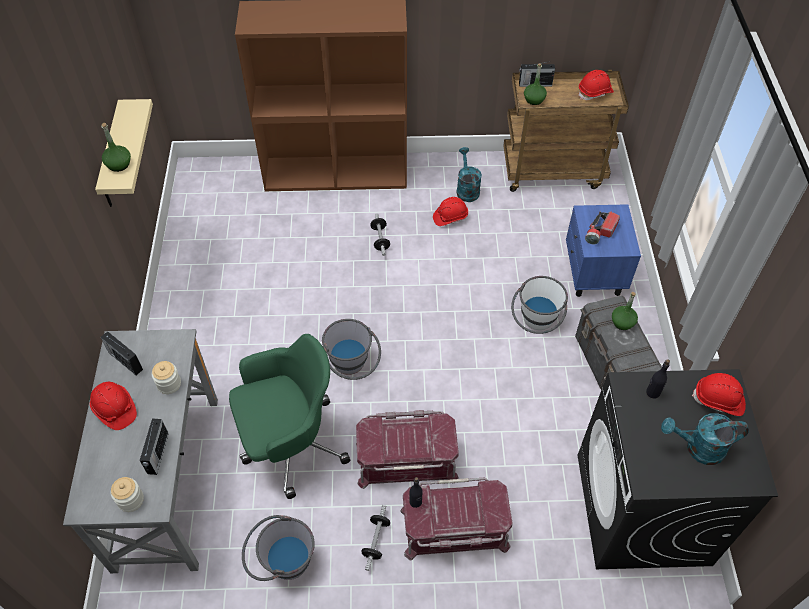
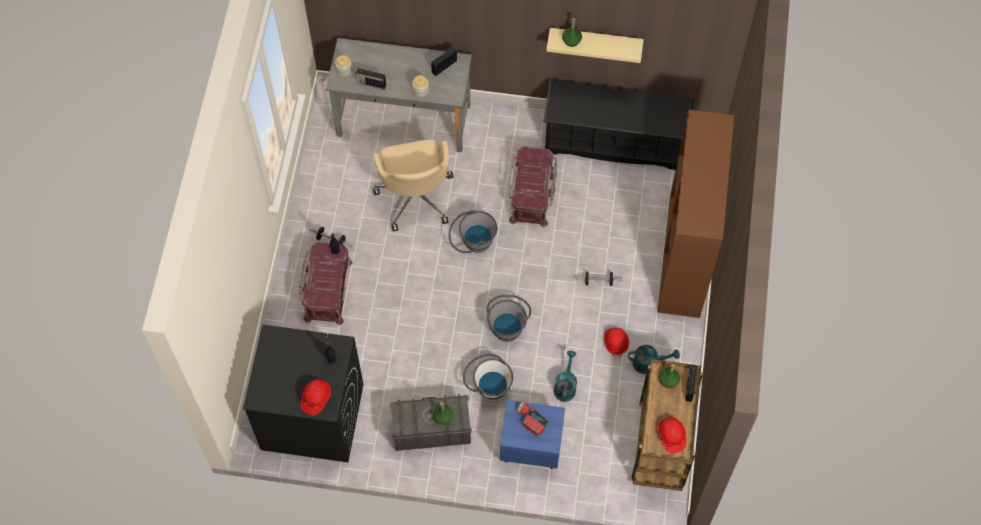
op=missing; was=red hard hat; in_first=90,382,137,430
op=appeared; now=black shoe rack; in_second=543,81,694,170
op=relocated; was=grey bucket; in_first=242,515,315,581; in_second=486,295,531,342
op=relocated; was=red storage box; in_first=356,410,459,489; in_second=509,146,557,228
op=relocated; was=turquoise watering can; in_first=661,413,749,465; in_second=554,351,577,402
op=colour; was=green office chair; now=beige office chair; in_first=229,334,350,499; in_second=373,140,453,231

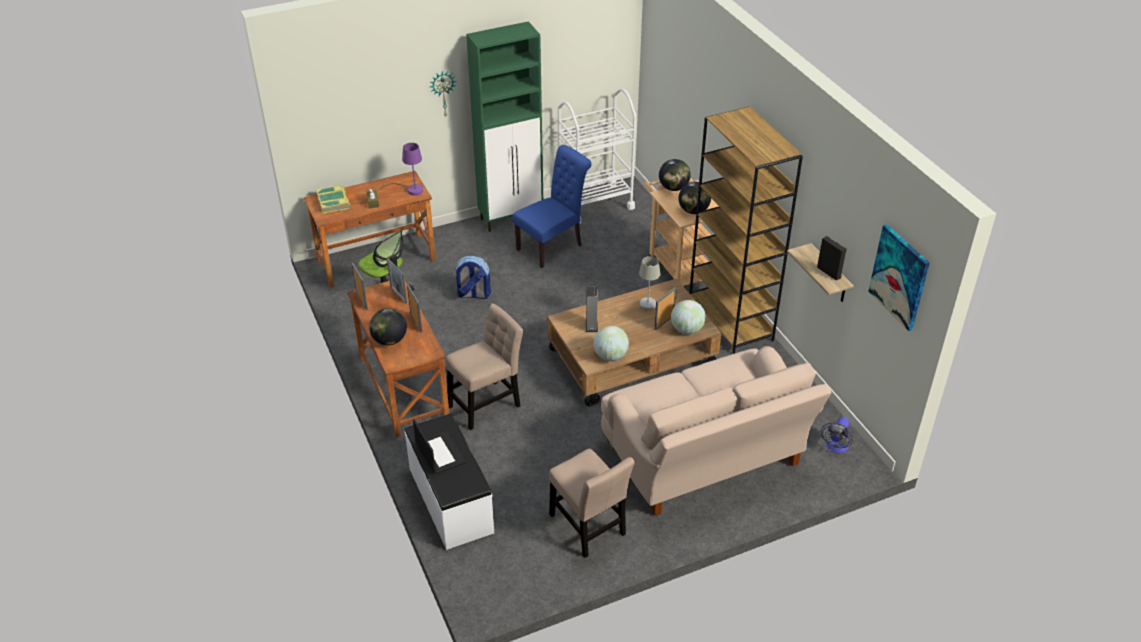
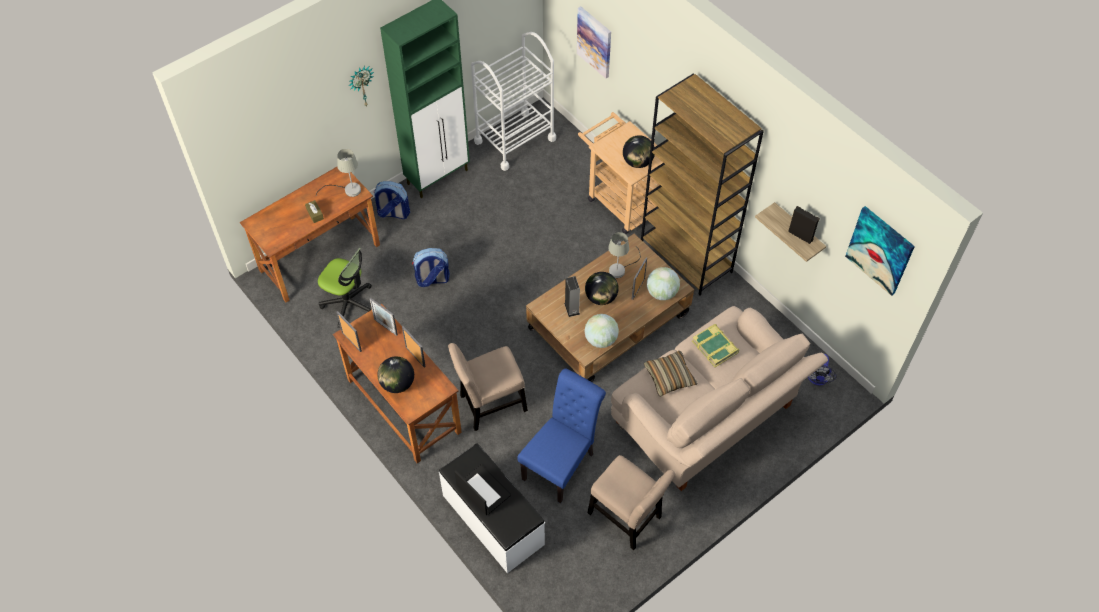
op=appeared; now=backpack; in_second=373,181,410,219
op=appeared; now=picture; in_second=577,6,611,78
op=appeared; now=pillow; in_second=644,351,697,397
op=relocated; was=book; in_first=316,185,351,214; in_second=692,324,739,367
op=relocated; was=blue chair; in_first=512,145,592,268; in_second=517,369,606,503
op=relocated; was=globe; in_first=659,159,691,191; in_second=585,272,619,305
op=colour; was=purple table lamp; now=grey table lamp; in_first=382,143,423,196; in_second=316,149,361,197
op=spun; was=beige chair; in_first=446,304,523,430; in_second=448,343,528,431; clockwise=-150

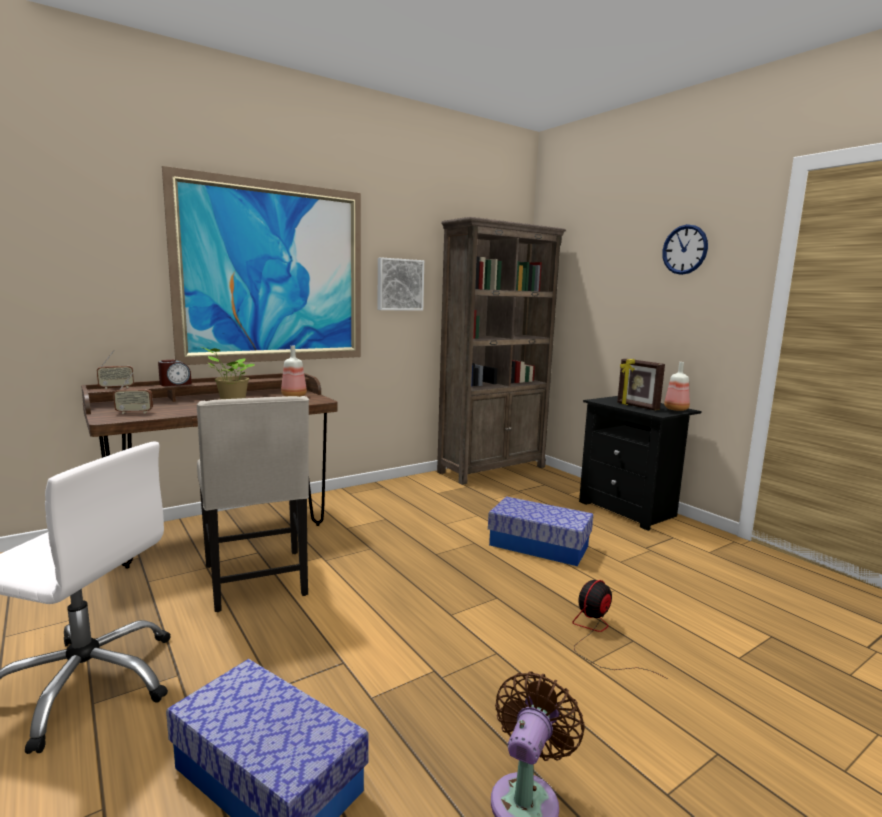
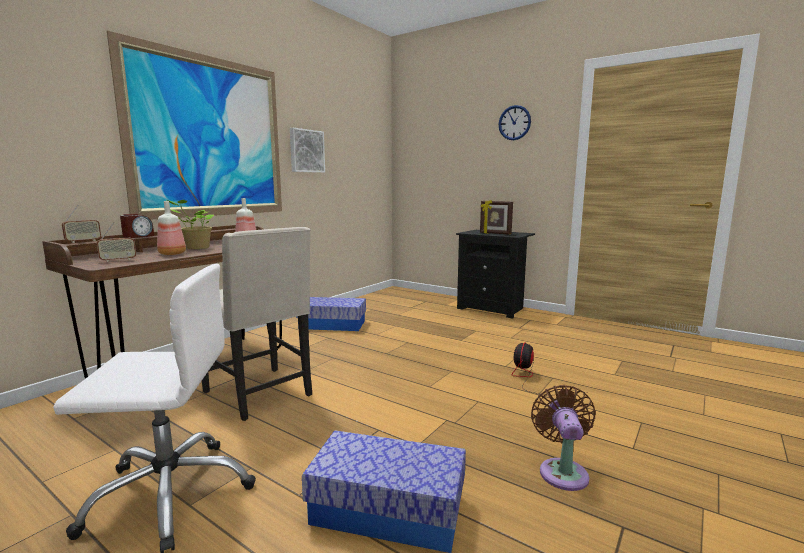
op=missing; was=brown bookcase; in_first=437,217,566,485
op=relocated; was=storage box; in_first=488,496,593,566; in_second=296,297,366,331
op=relocated; was=bottle; in_first=664,362,690,411; in_second=157,201,186,255

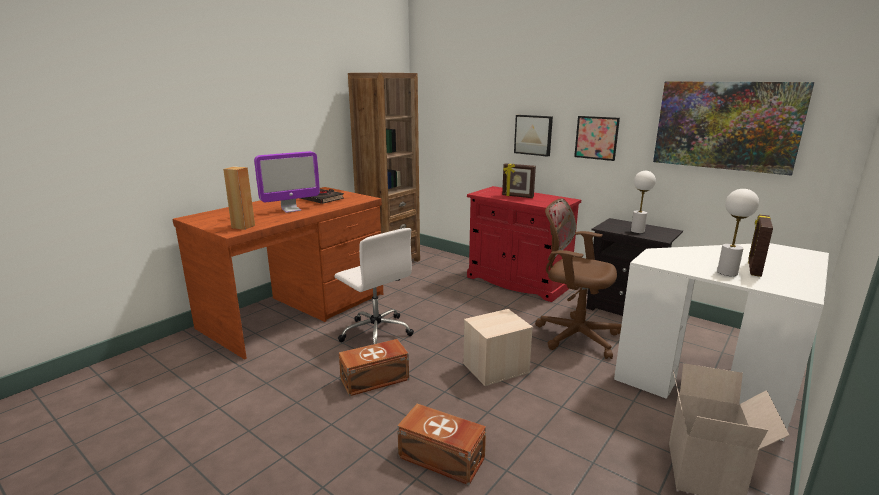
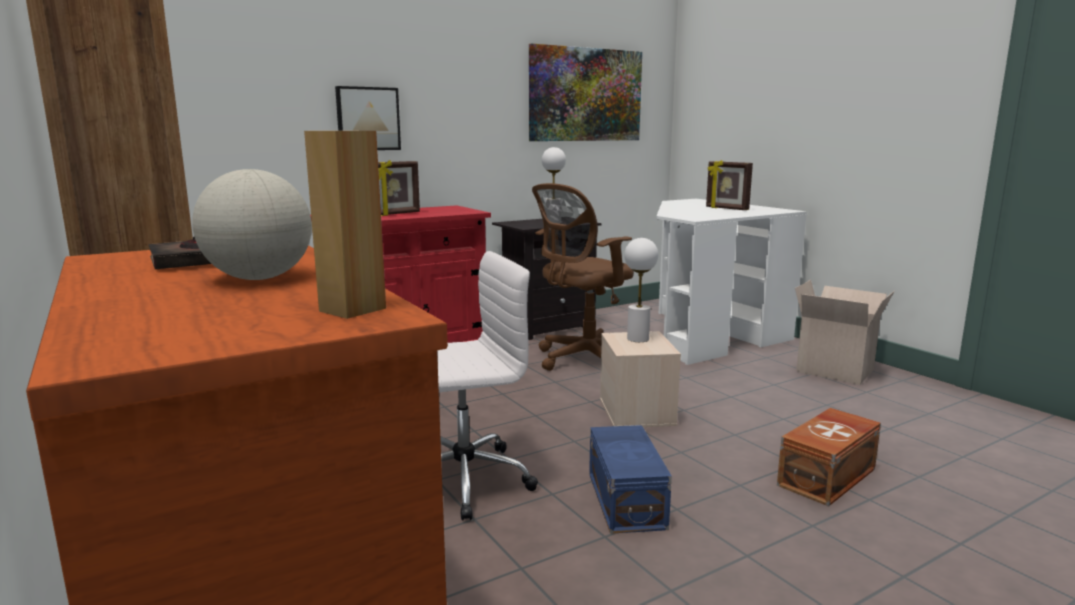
op=missing; was=picture; in_first=574,116,620,161
op=relocated; was=white table lamp; in_first=717,189,759,276; in_second=624,238,658,342
op=exchanged; was=monitor; now=globe; in_first=254,151,320,213; in_second=192,169,312,280
op=colour; was=brown storage box; now=blue storage box; in_first=339,339,409,396; in_second=589,425,672,534

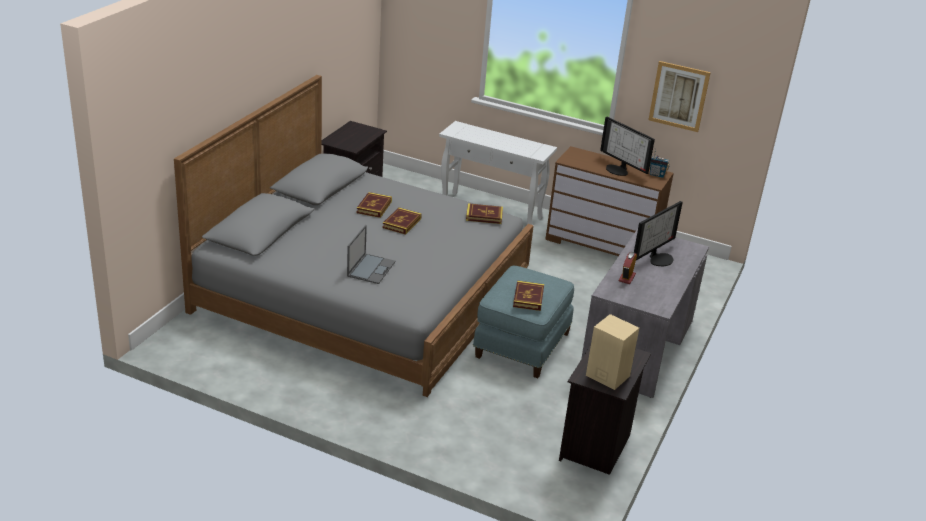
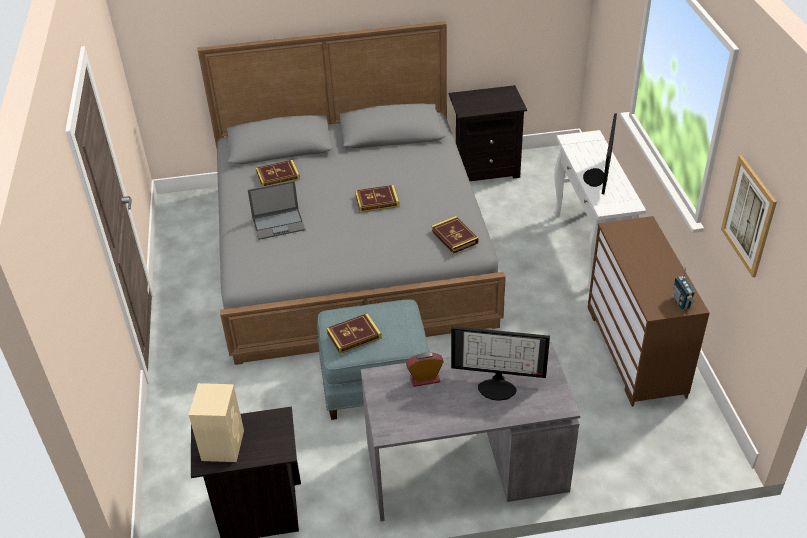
op=relocated; was=book; in_first=357,192,392,218; in_second=256,160,300,187
op=relocated; was=monitor; in_first=600,117,655,176; in_second=583,113,617,194

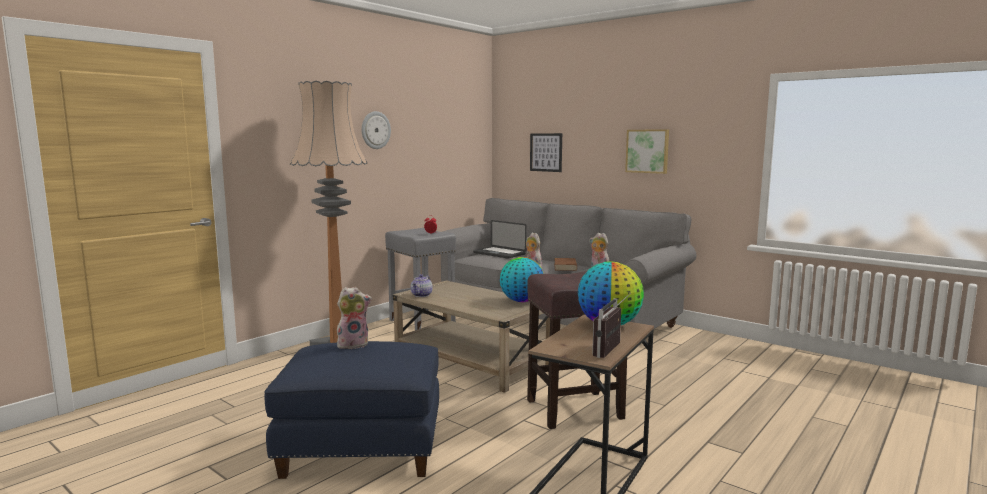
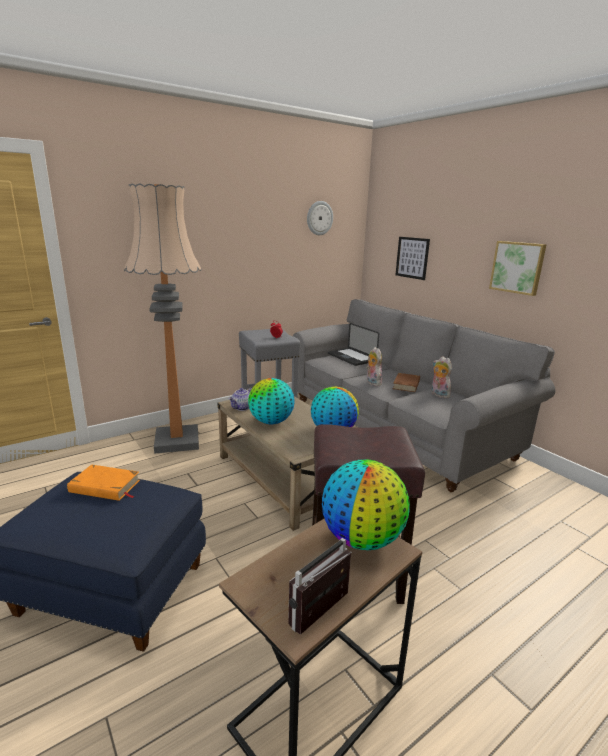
op=appeared; now=globe; in_second=248,378,295,424
op=relocated; was=wall clock; in_first=361,111,391,149; in_second=307,201,333,235
op=exchanged; was=plush toy; now=orange book; in_first=337,287,372,349; in_second=67,464,140,501

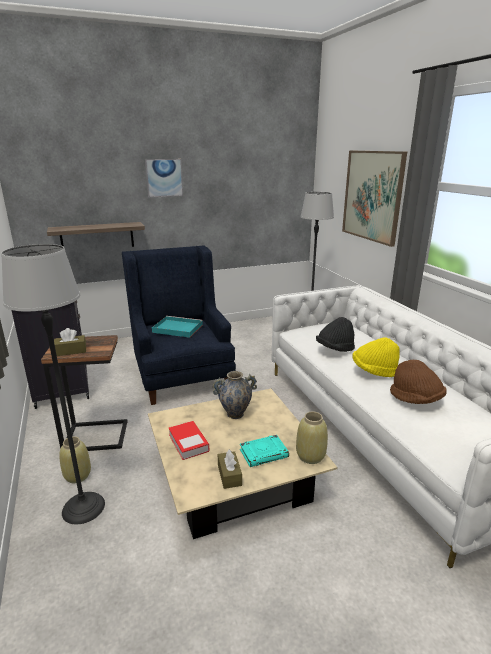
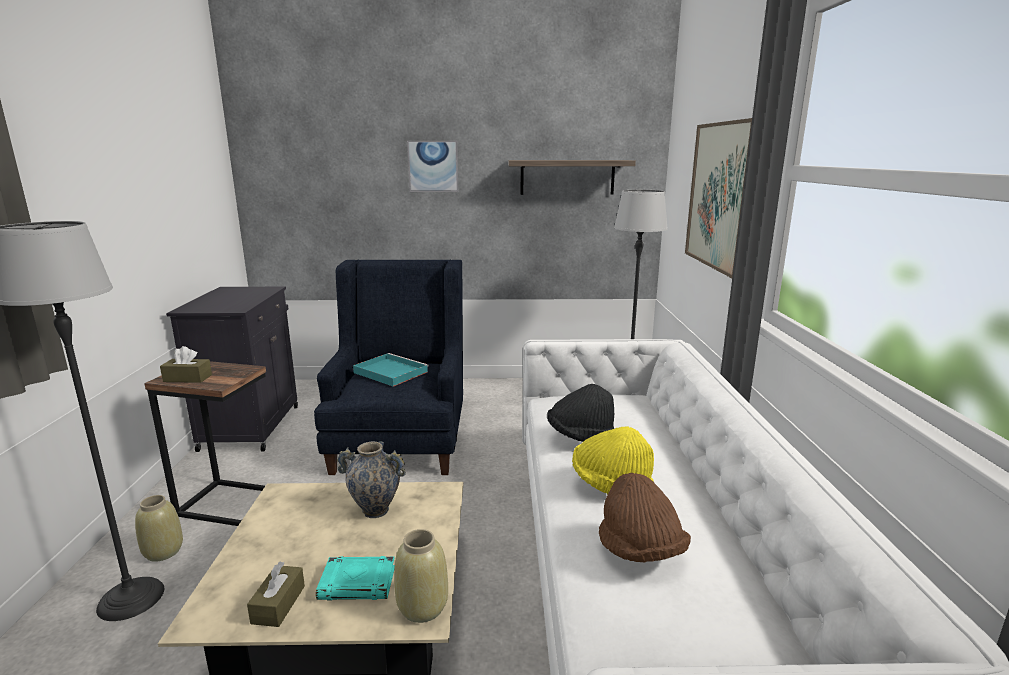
op=missing; was=book; in_first=168,421,209,460
op=relocated; was=shelf; in_first=47,222,145,247; in_second=508,160,636,195

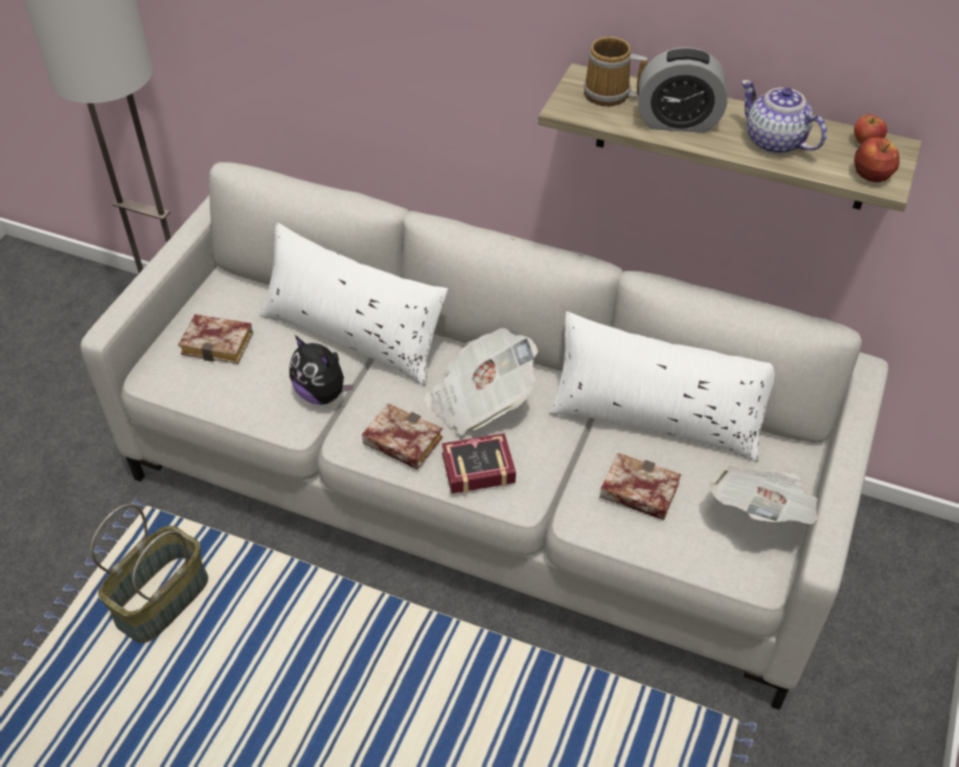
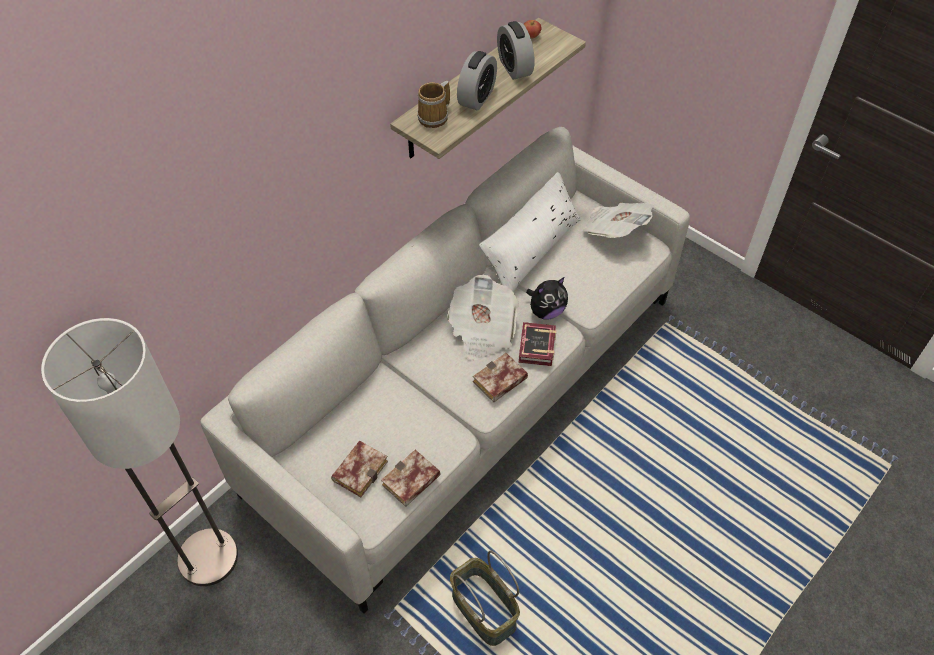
op=missing; was=white pillow; in_first=259,223,448,386
op=missing; was=apple; in_first=854,137,900,183
op=relocated; was=plush toy; in_first=289,335,354,405; in_second=526,277,568,319
op=relocated; was=book; in_first=600,452,681,520; in_second=381,450,440,507
op=exchanged; was=teapot; now=alarm clock; in_first=741,80,827,154; in_second=497,21,535,80

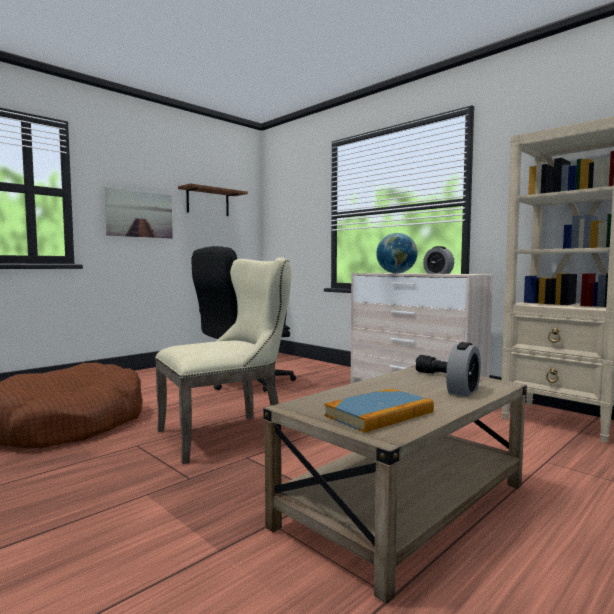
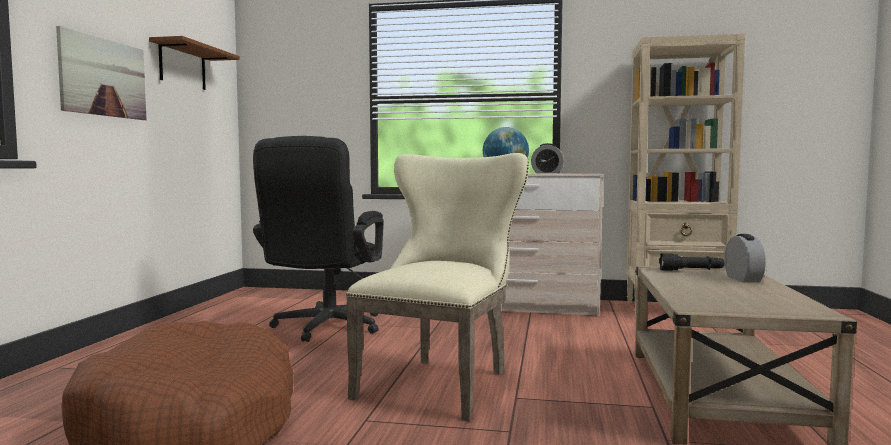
op=missing; was=book; in_first=324,389,434,433

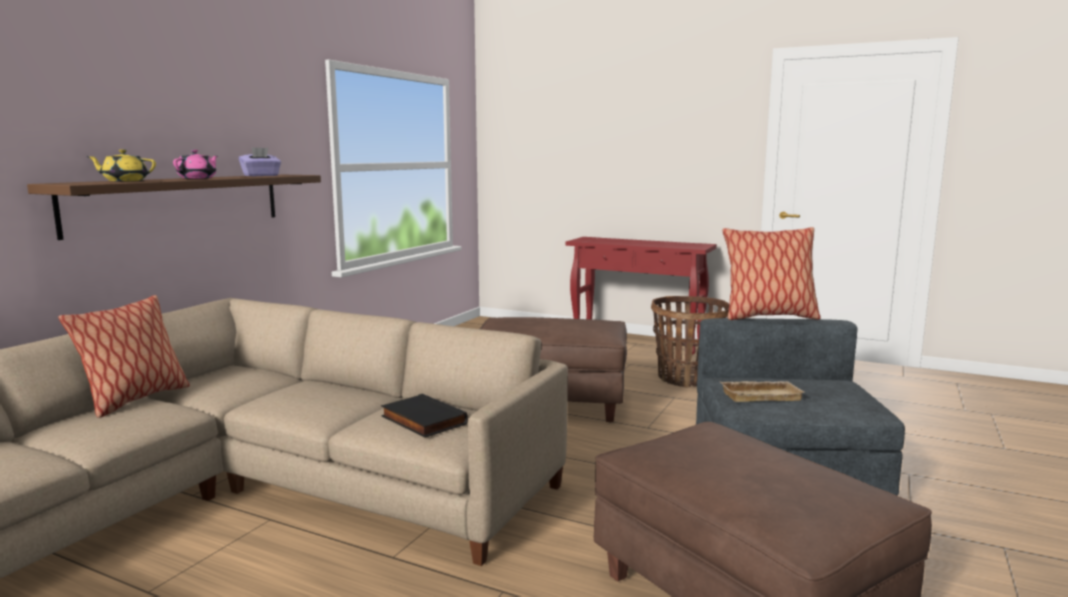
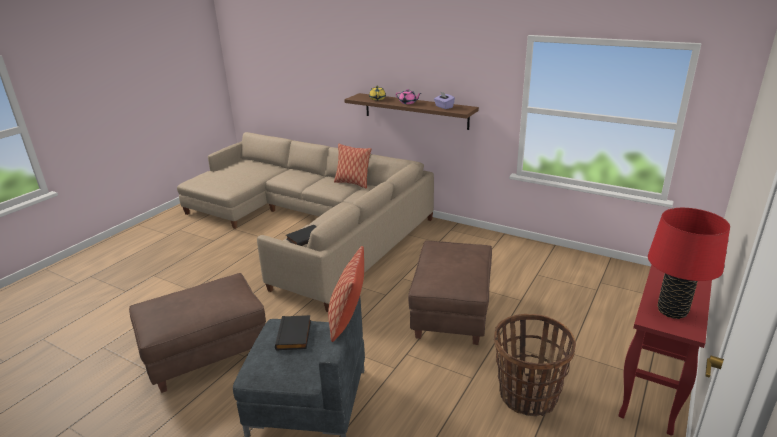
op=appeared; now=red table lamp; in_second=648,208,730,319
op=exchanged; was=beige tray; now=black book; in_first=720,381,805,402; in_second=275,315,311,351

